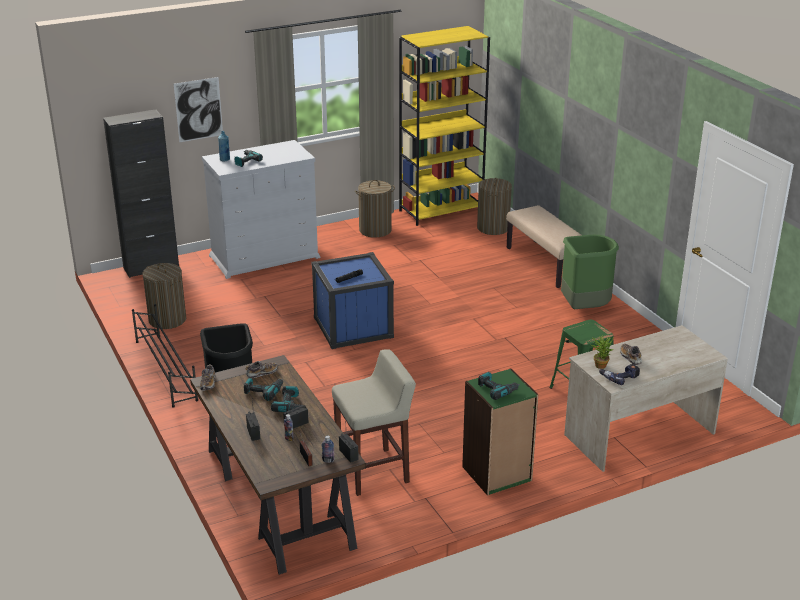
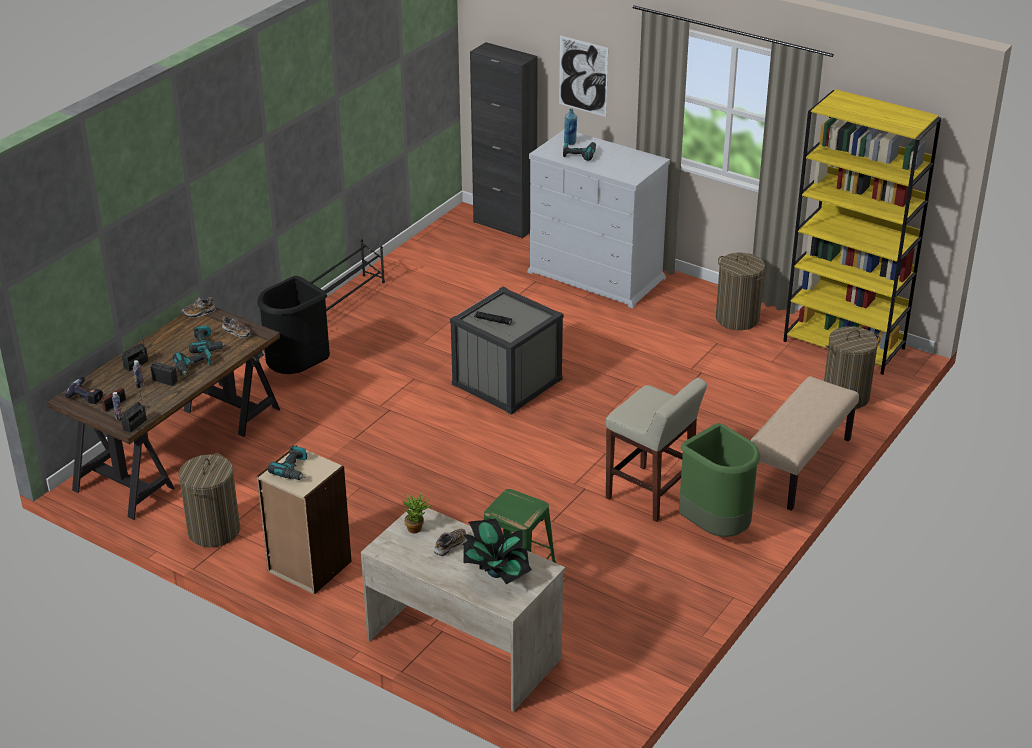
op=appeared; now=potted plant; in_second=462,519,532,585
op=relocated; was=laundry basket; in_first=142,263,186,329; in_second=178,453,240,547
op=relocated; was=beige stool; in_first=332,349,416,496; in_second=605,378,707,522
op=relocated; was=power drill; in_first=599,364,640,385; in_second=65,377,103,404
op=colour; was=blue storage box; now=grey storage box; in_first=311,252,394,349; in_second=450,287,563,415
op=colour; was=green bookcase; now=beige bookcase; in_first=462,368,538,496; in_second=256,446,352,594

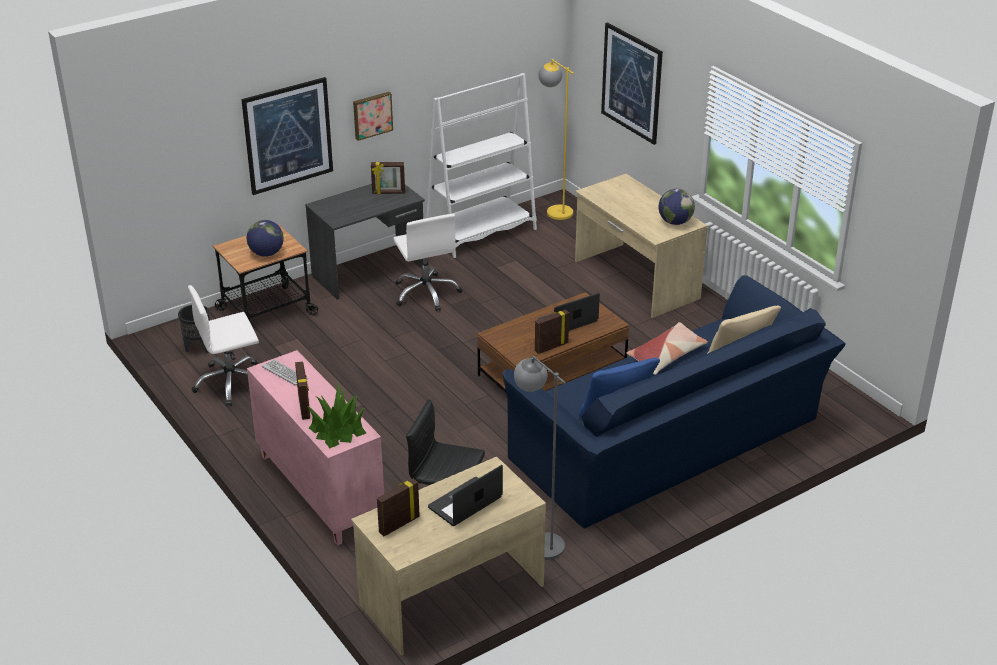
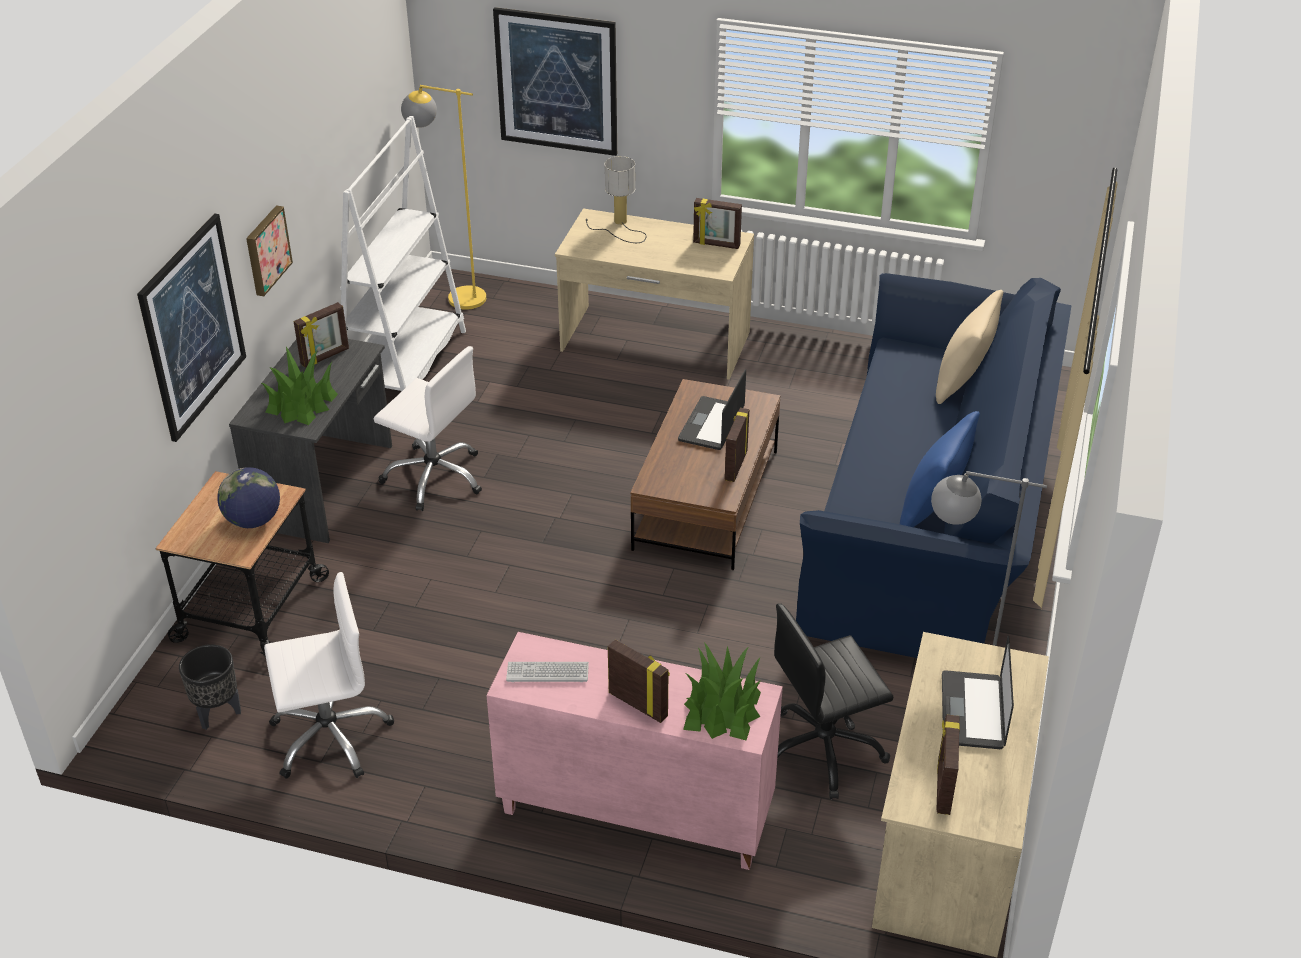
op=missing; was=pillow; in_first=626,322,708,375
op=appeared; now=potted plant; in_second=262,347,338,425
op=appeared; now=table lamp; in_second=586,156,646,243
op=exchanged; was=globe; now=picture frame; in_first=658,189,695,225; in_second=693,198,742,249
op=spun; was=white office chair; in_first=188,285,259,406; in_second=264,572,394,779; clockwise=-135

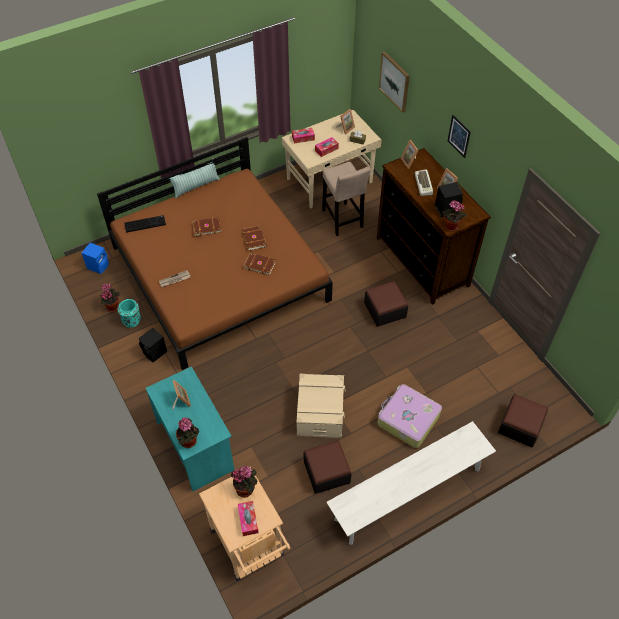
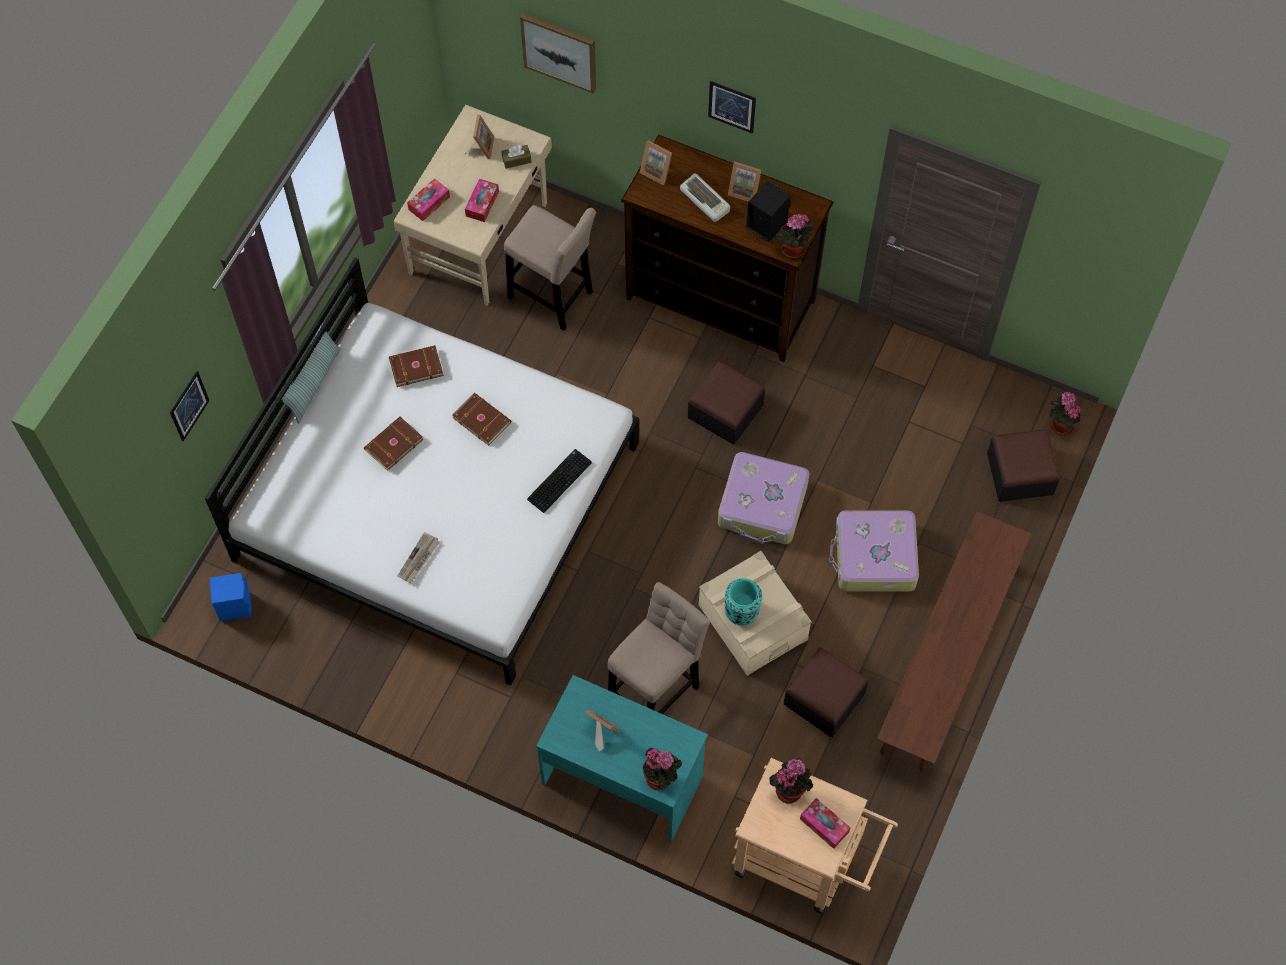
op=missing; was=black speaker; in_first=139,328,167,362
op=appeared; now=picture; in_second=170,371,209,441
op=appeared; now=beige stool; in_second=607,582,710,714
op=appeared; now=suitcase; in_second=718,452,809,544
op=relocated; was=potted plant; in_first=101,283,120,313; in_second=1050,392,1081,436
op=relocated; was=turquoise vase; in_first=117,299,141,328; in_second=724,578,762,626
op=relocated; was=keyboard; in_first=124,215,166,233; in_second=527,449,592,513
op=relocated; was=brown book; in_first=243,253,276,276; in_second=389,345,443,387
op=colour; was=brown bed; now=white bed; in_first=97,137,333,370; in_second=205,258,639,686
op=colour; was=white bench; now=brown bench; in_first=326,421,496,545; in_second=877,511,1032,773

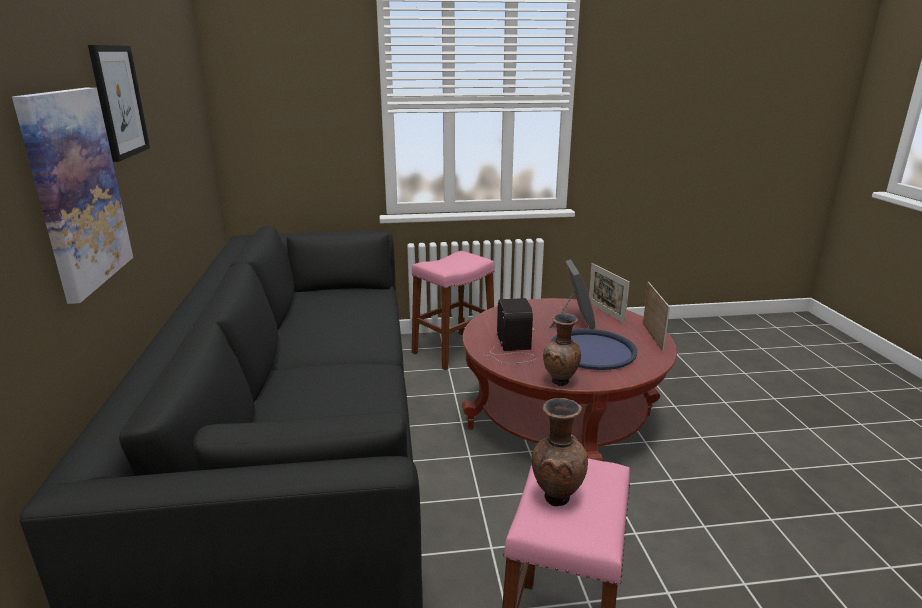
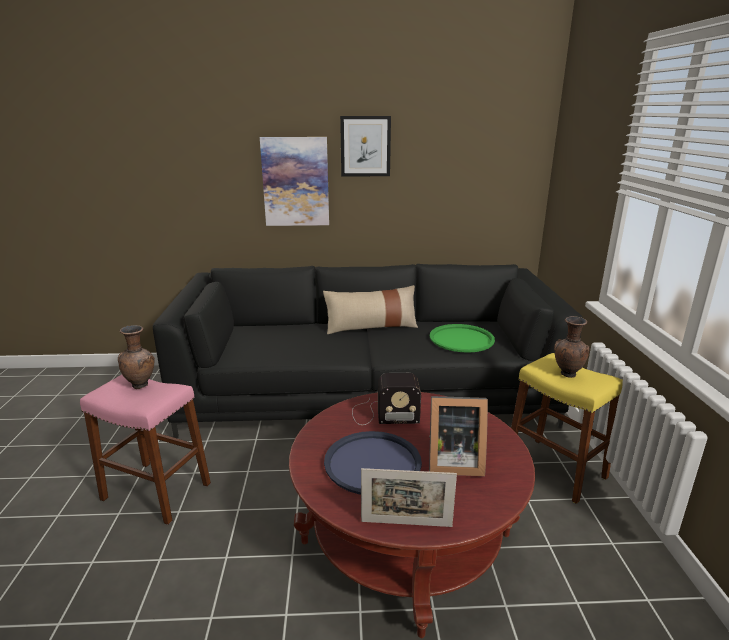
op=missing; was=picture frame; in_first=589,263,630,324
op=appeared; now=beige pillow; in_second=323,285,418,334
op=appeared; now=green tray; in_second=430,324,495,353
op=relocated; was=brown vase; in_first=543,313,581,386; in_second=554,316,590,378
op=colour; was=pink stool; now=yellow stool; in_first=412,251,495,370; in_second=511,353,623,504

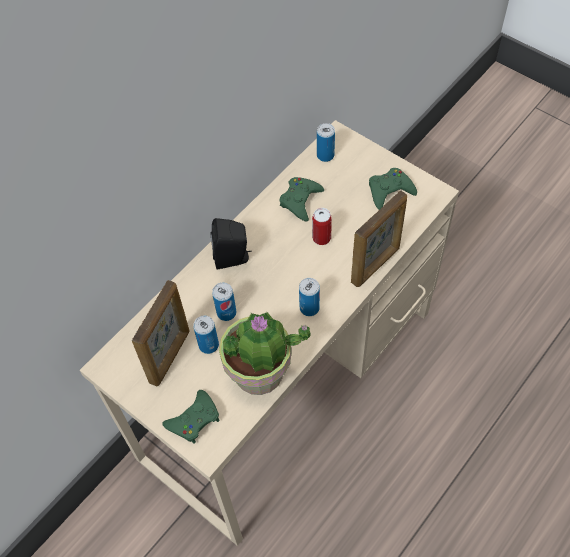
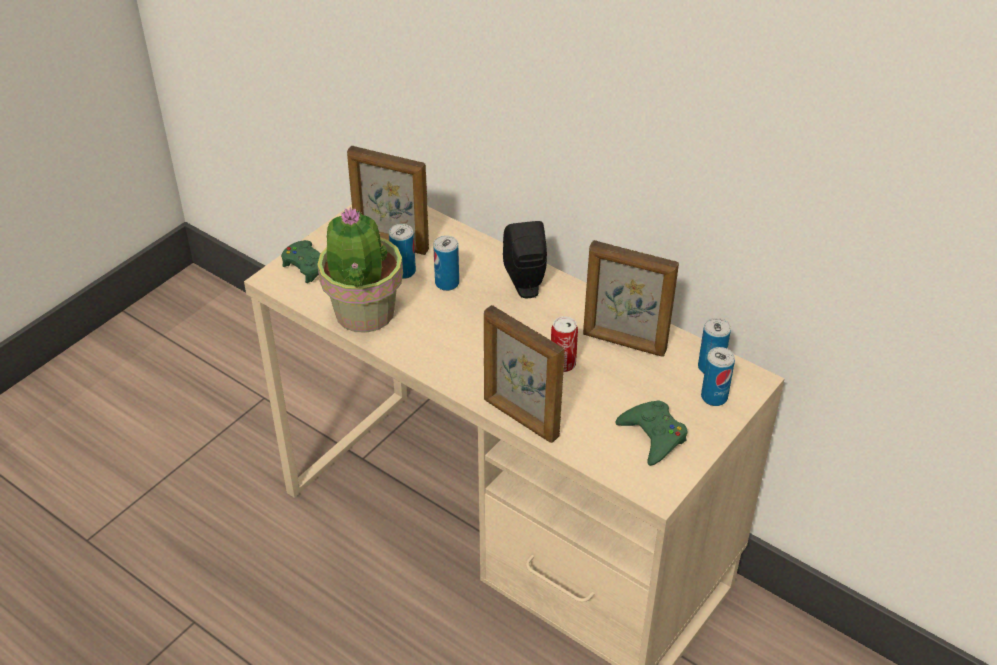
op=relocated; was=can; in_first=299,278,320,316; in_second=701,347,735,406
op=exchanged; was=green game controller; now=picture frame; in_first=280,177,324,222; in_second=583,240,679,357

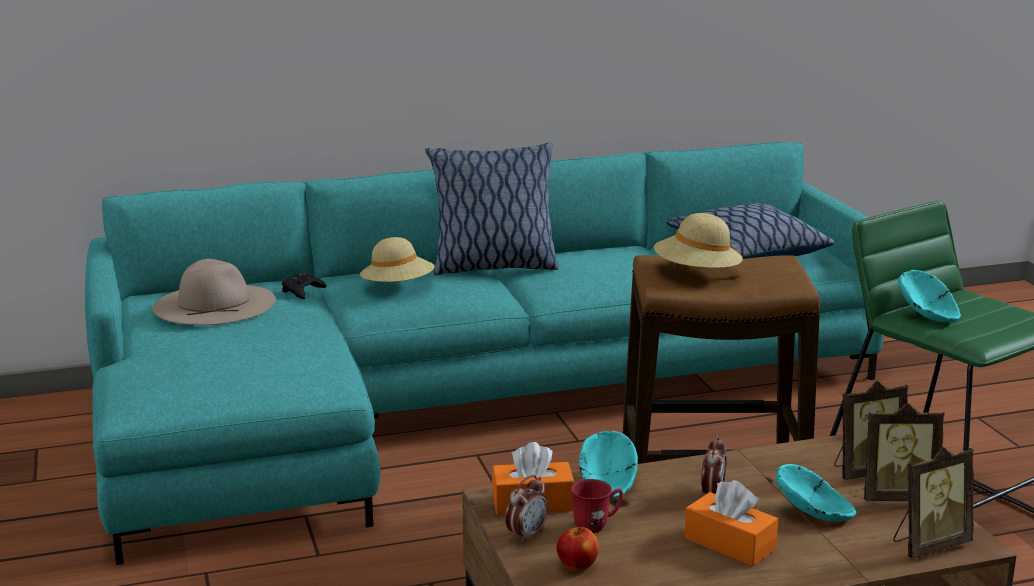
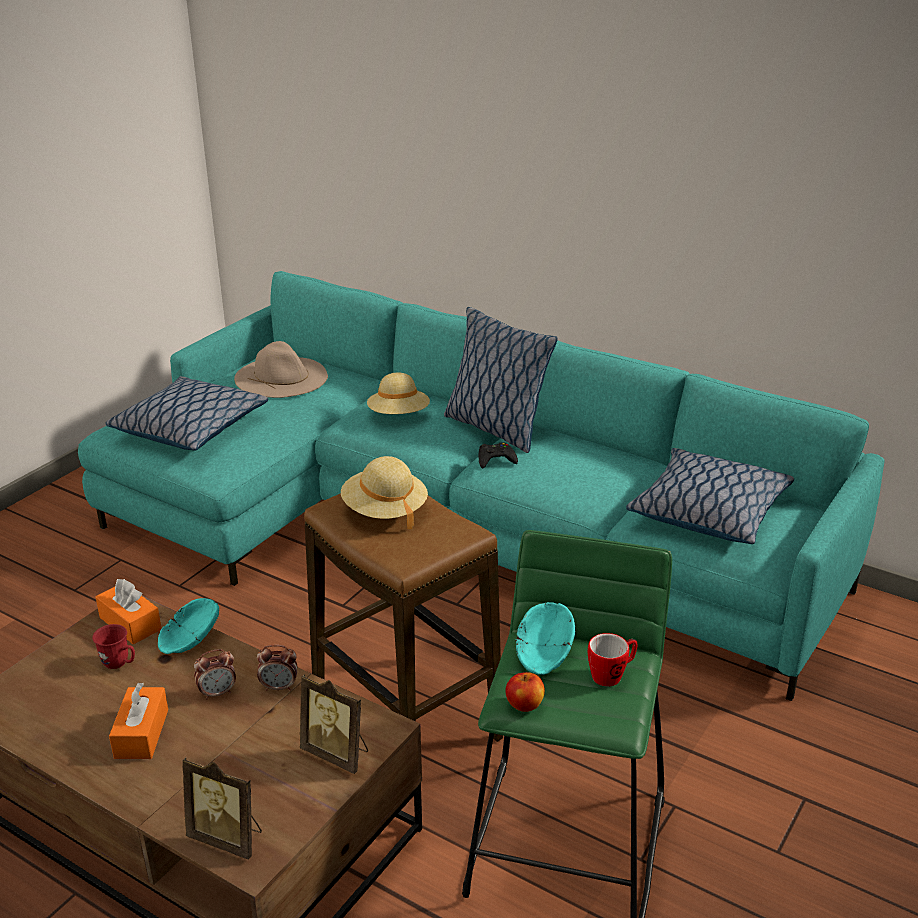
op=missing; was=turquoise bowl; in_first=776,464,857,521
op=missing; was=picture frame; in_first=864,403,945,501
op=appeared; now=pillow; in_second=105,376,268,451
op=appeared; now=mug; in_second=588,633,637,687
op=relocated; was=black game controller; in_first=282,273,327,299; in_second=479,442,518,468
op=relocated; was=alarm clock; in_first=505,475,548,544; in_second=257,645,297,691
op=relocated; was=apple; in_first=557,527,599,571; in_second=506,672,545,712

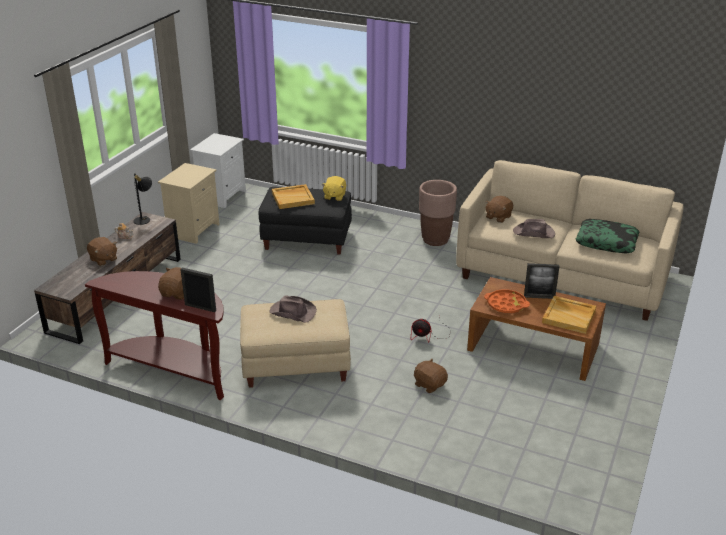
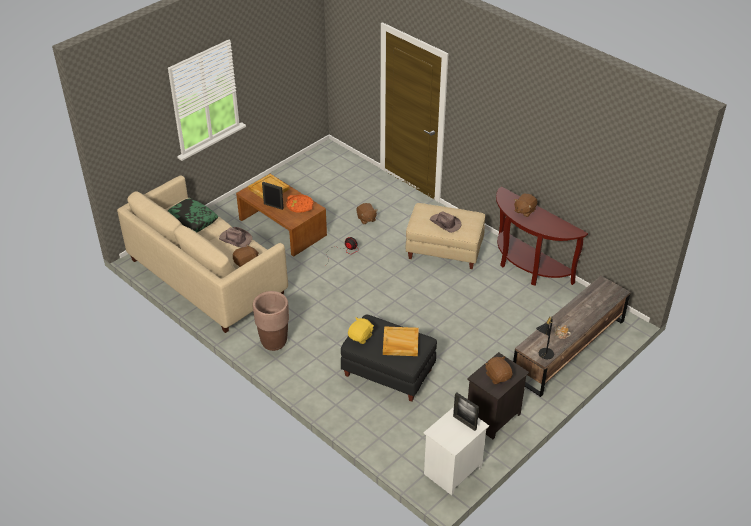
op=relocated; was=brown plush toy; in_first=87,237,117,266; in_second=485,356,513,384
op=relocated; was=picture frame; in_first=180,267,216,312; in_second=453,392,479,431
op=colour; was=beige nightstand; now=black nightstand; in_first=158,163,219,244; in_second=467,352,529,439

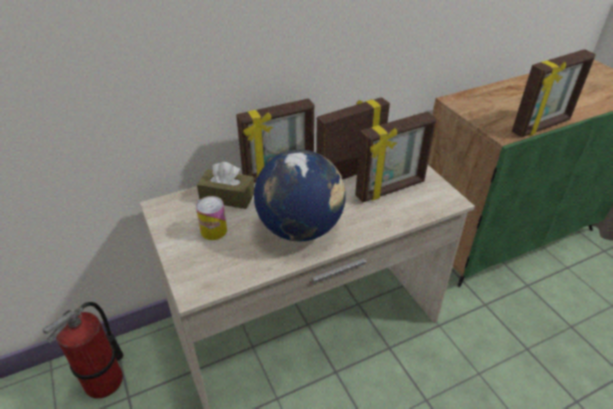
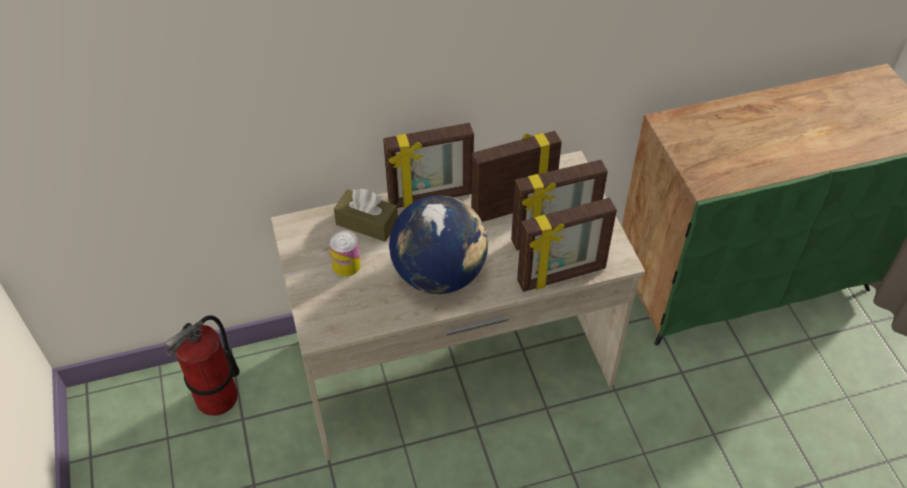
op=relocated; was=picture frame; in_first=512,49,596,137; in_second=517,198,617,292

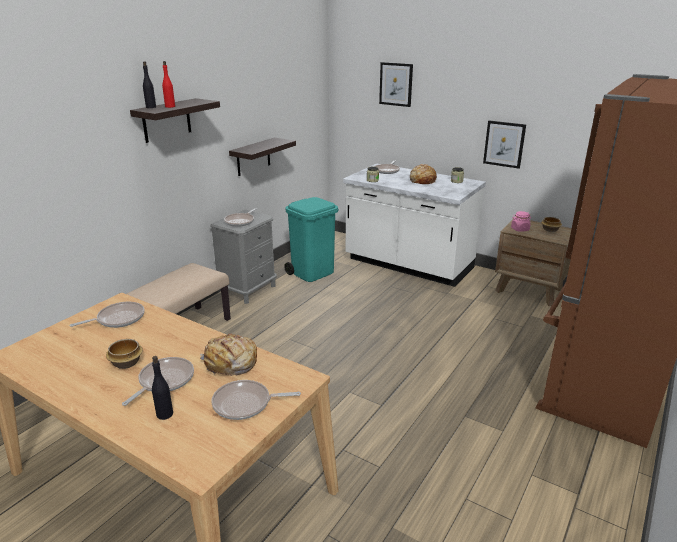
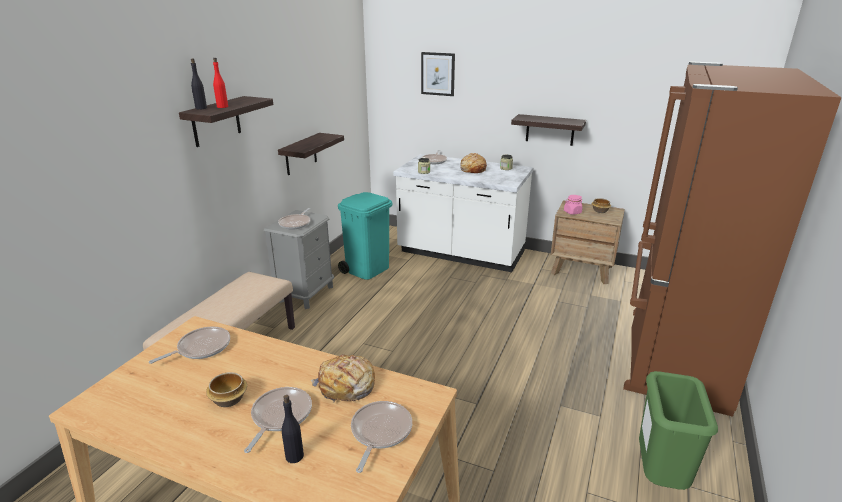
op=appeared; now=green trash can; in_second=639,371,718,490
op=exchanged; was=picture; now=shelf; in_first=483,121,526,169; in_second=511,114,586,146
op=spun; was=frying pan; in_first=212,380,301,420; in_second=351,401,412,473; clockwise=120

